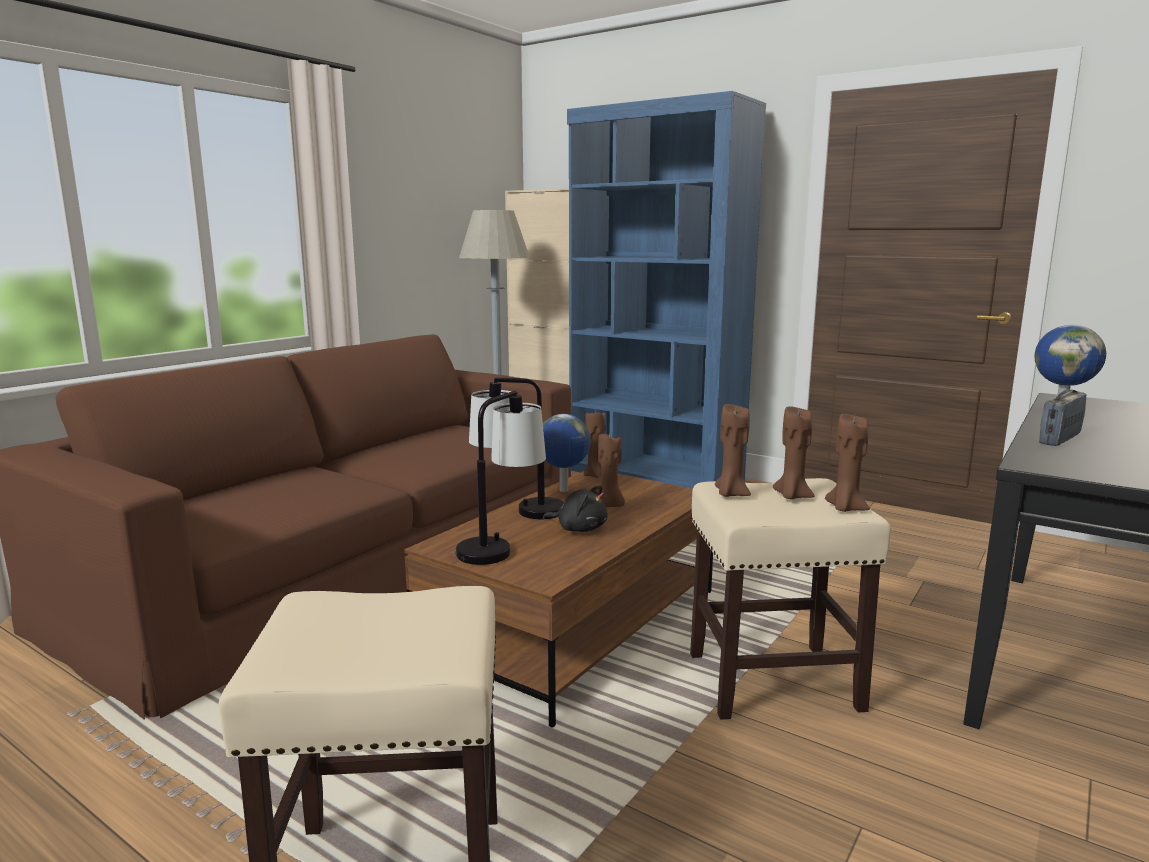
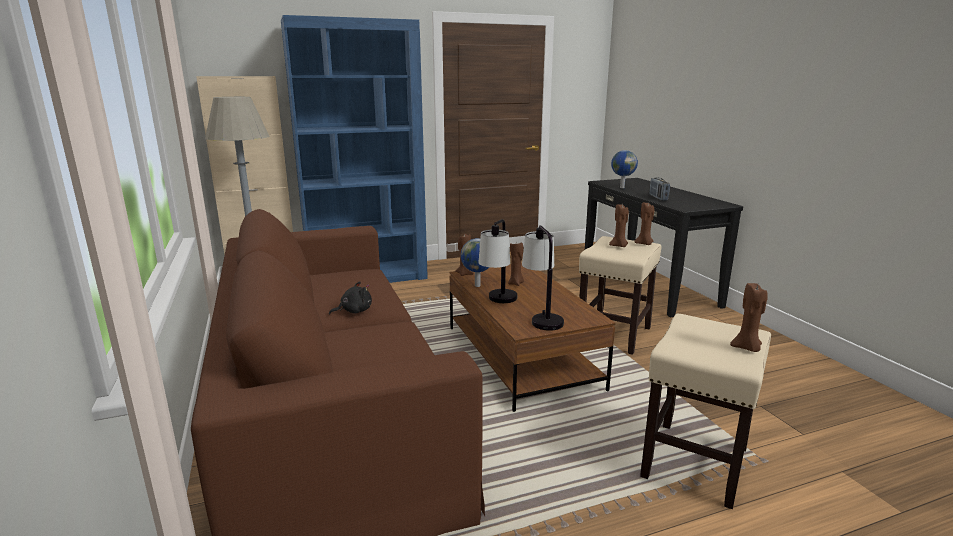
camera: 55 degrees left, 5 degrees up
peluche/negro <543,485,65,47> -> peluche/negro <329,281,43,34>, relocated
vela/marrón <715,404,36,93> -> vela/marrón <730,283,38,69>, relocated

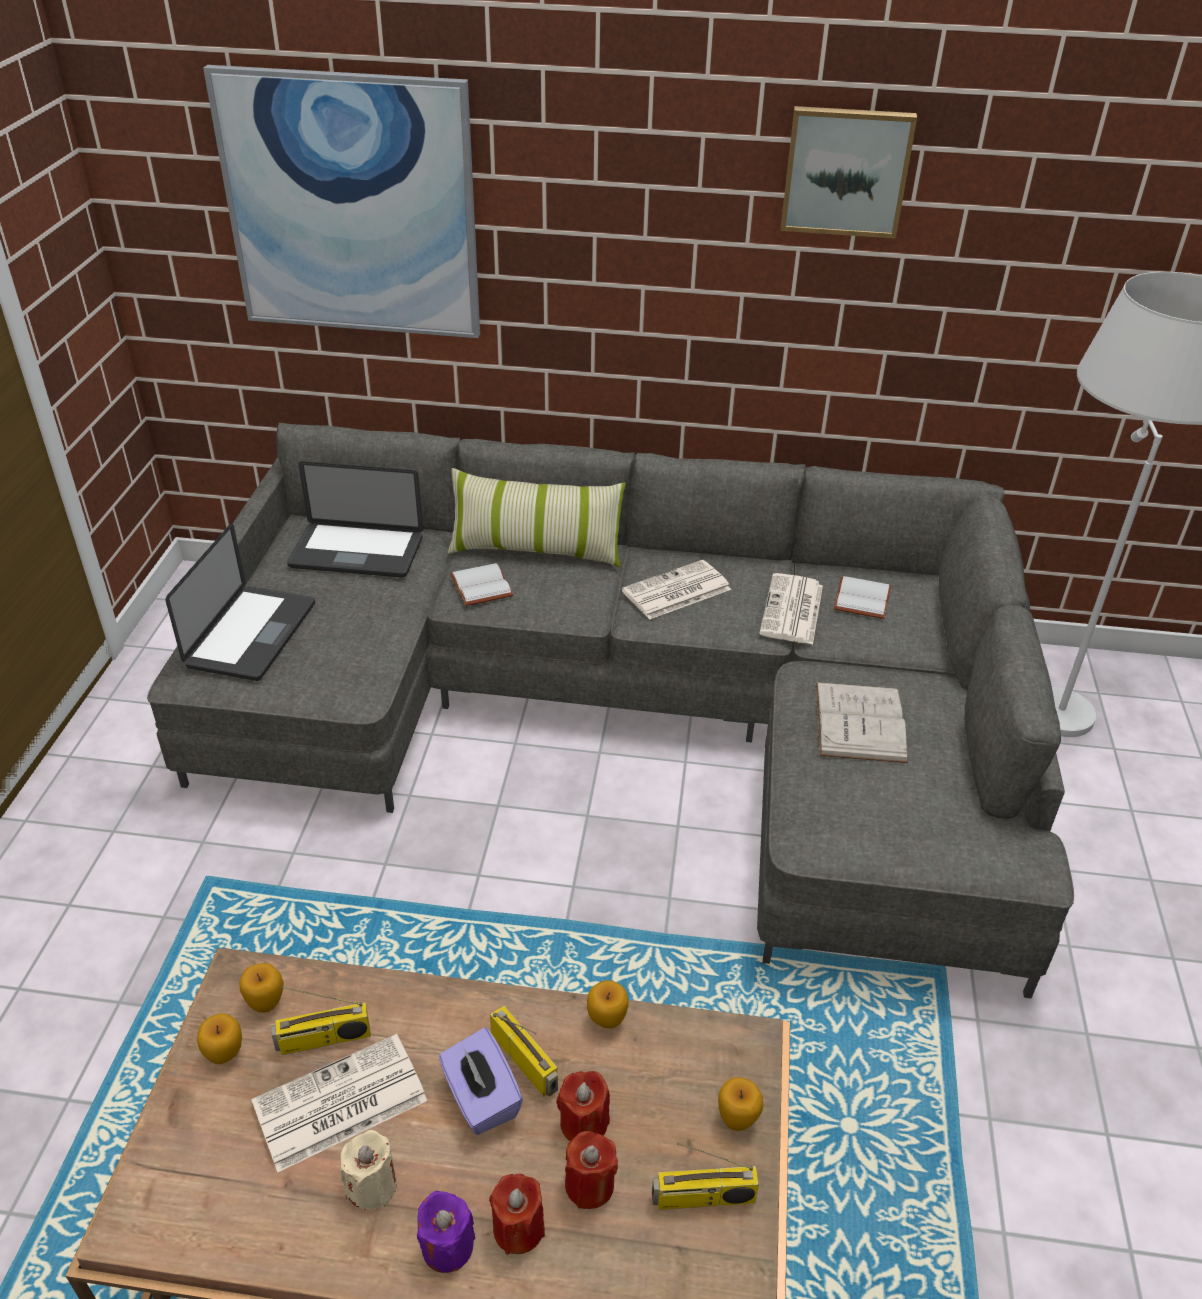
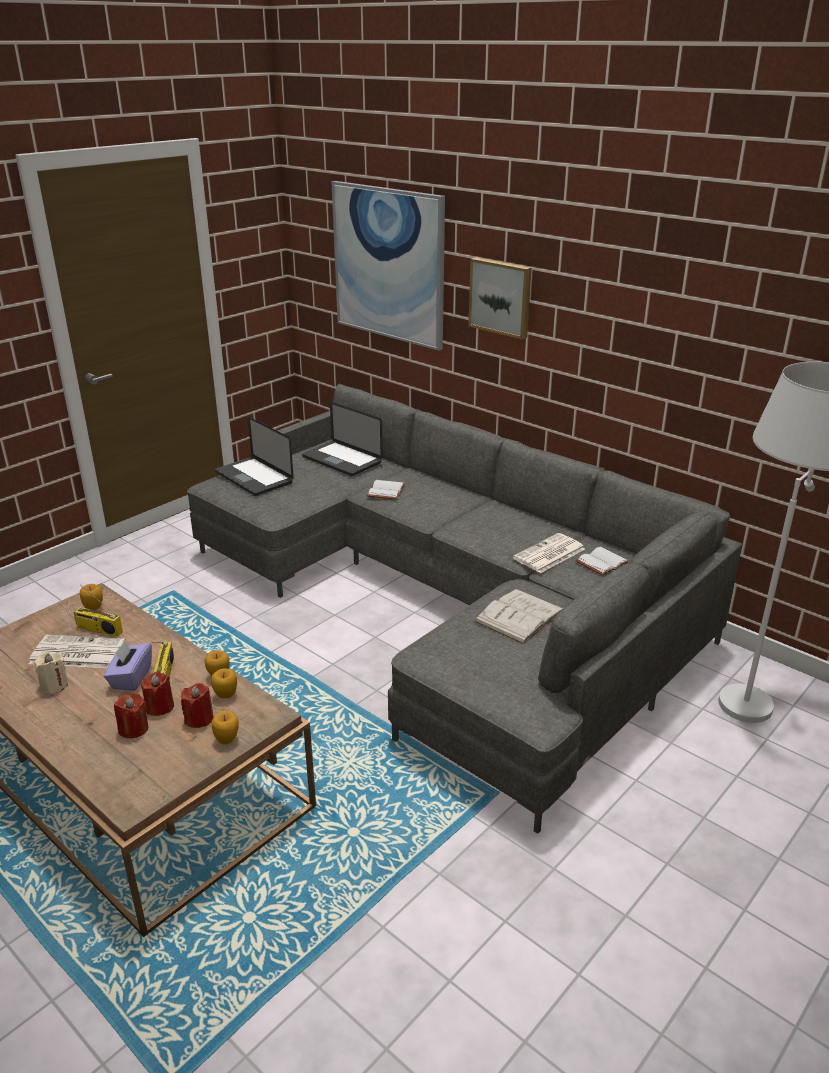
camera: 35 degrees right, 10 degrees down
vela/rojo <489,1174,56,81> -> vela/rojo <181,683,33,45>, relocated
manzana <197,1013,45,51> -> manzana <211,669,26,29>, relocated
portátil <165,523,150,158> -> portátil <215,417,79,79>, 90 degrees clockwise
cuadro <781,106,136,133> -> cuadro <468,257,64,82>, relocated
vela/morado <417,1191,58,82> -> none
cojín <448,468,178,99> -> none
periódico <622,560,109,60> -> none
radio <652,1143,107,67> -> none

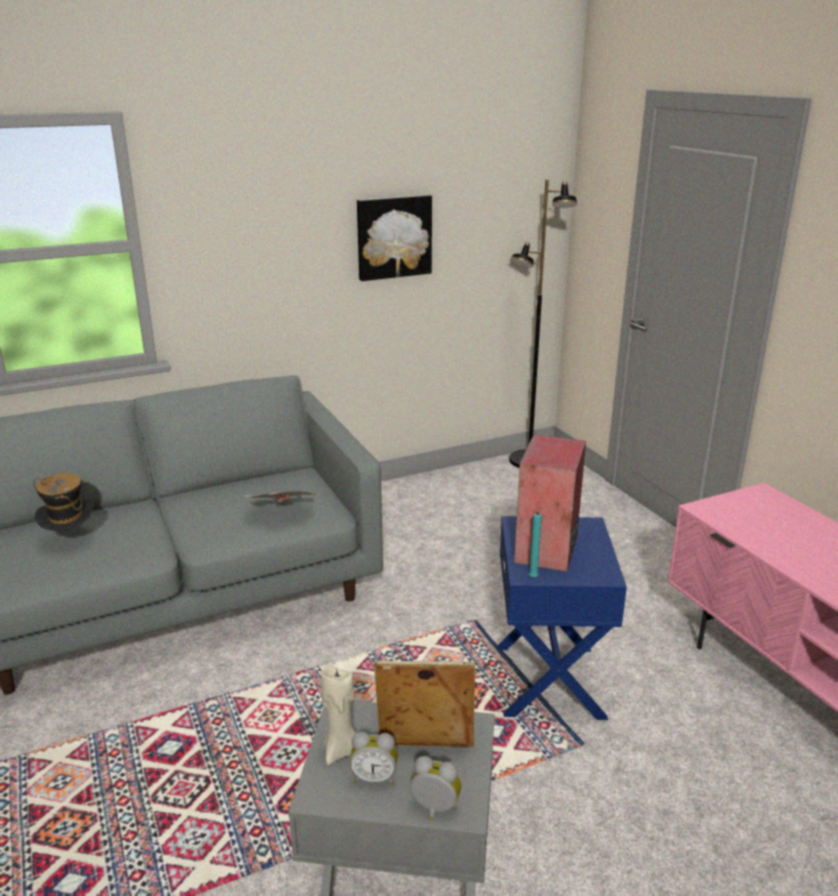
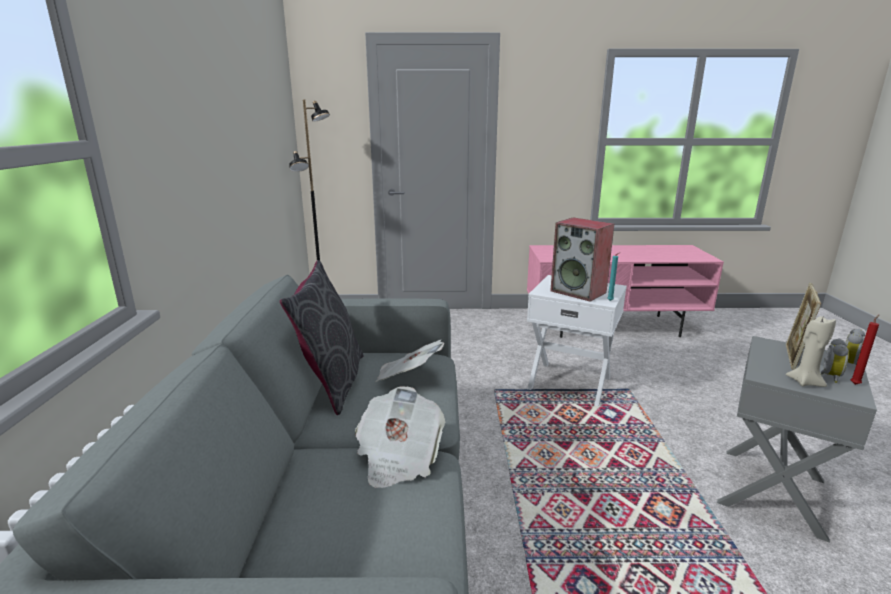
camera: 65 degrees left, 5 degrees down
none -> cojín/gris <280,260,84,155>
none -> periódico <355,386,90,102>
mesa auxiliar/azul <497,516,130,204> -> mesa auxiliar/blanco <527,275,100,131>
none -> vela/rojo <851,315,28,70>
sombrero <33,473,61,58> -> none
cuadro <357,195,75,86> -> none

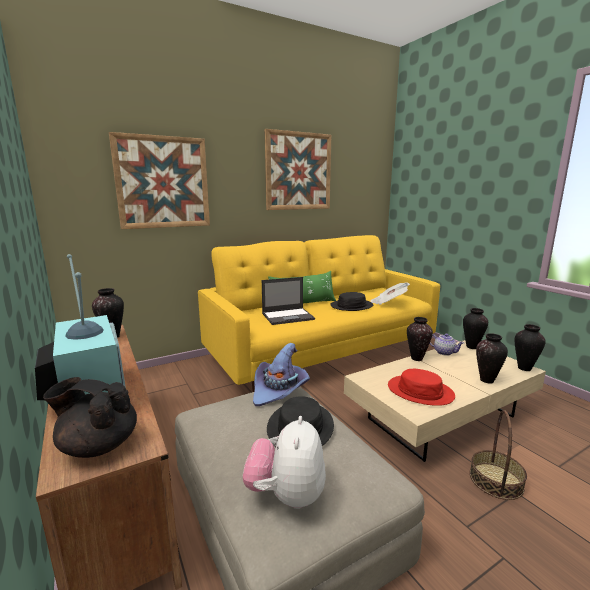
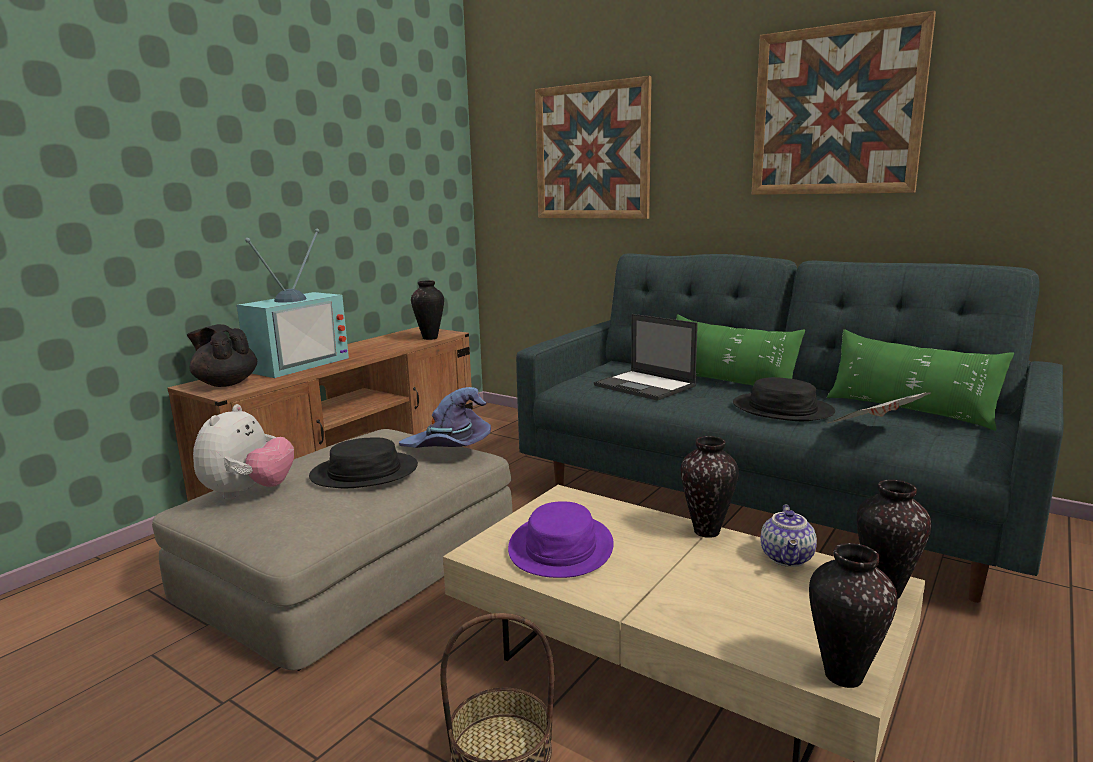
camera: 65 degrees right, 0 degrees up
tetera/negro <43,377,94,81> -> tetera/negro <186,324,71,63>, 45 degrees counterclockwise
peluche <243,416,83,93> -> peluche <193,404,101,95>, 120 degrees clockwise
sombrero/rojo <388,369,67,37> -> sombrero/morado <508,501,106,77>
sofá/amarillo <198,235,242,157> -> sofá/gris <516,253,548,350>
none -> cojín/verde <827,329,187,102>
florero <476,333,32,51> -> none

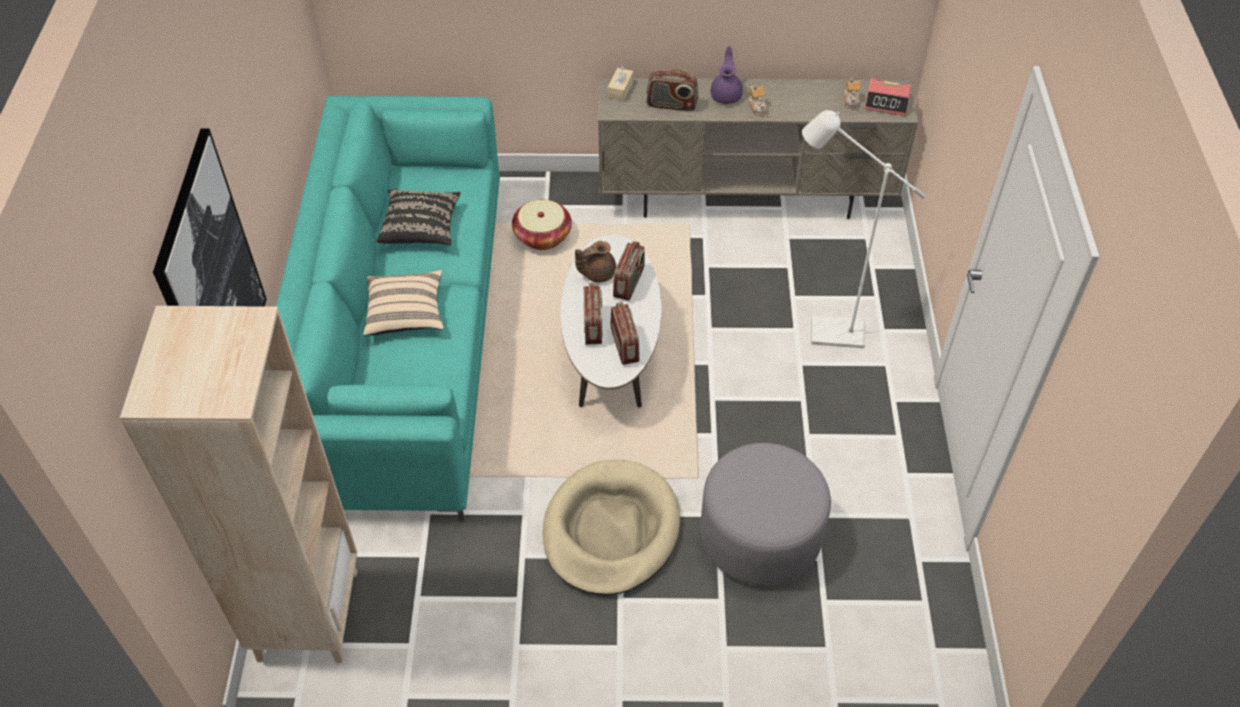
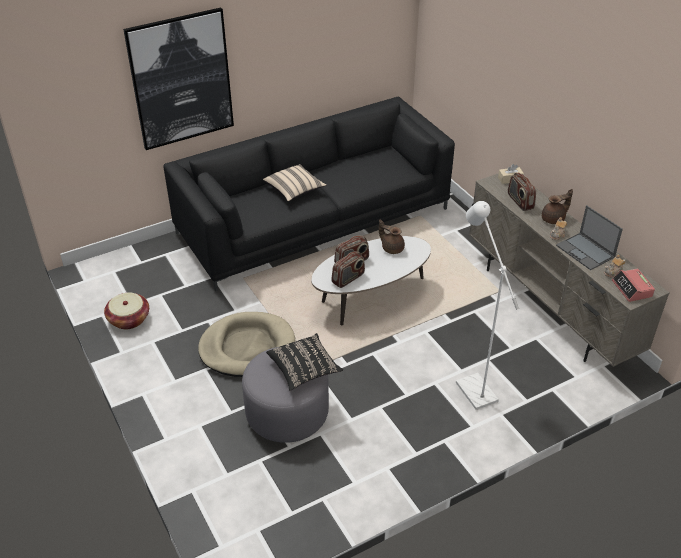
camera: 60 degrees right, 10 degrees down
cesta <512,200,60,50> -> cesta <104,292,45,37>, relocated
sofá/turquesa <276,96,224,426> -> sofá/negro <163,97,292,194>
cojín/negro <376,190,85,55> -> cojín/negro <266,333,77,58>, relocated
tetera/morado <711,46,32,58> -> tetera/marrón <542,189,31,35>
none -> portátil <556,205,67,65>
estantería/beis <120,306,237,357> -> none
radio <613,241,32,60> -> none

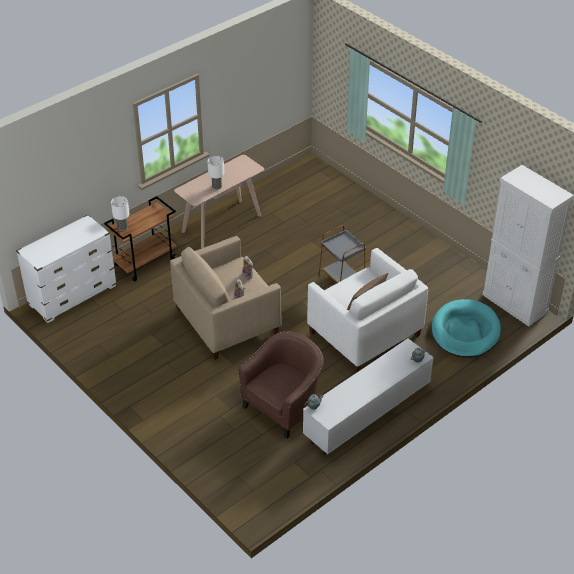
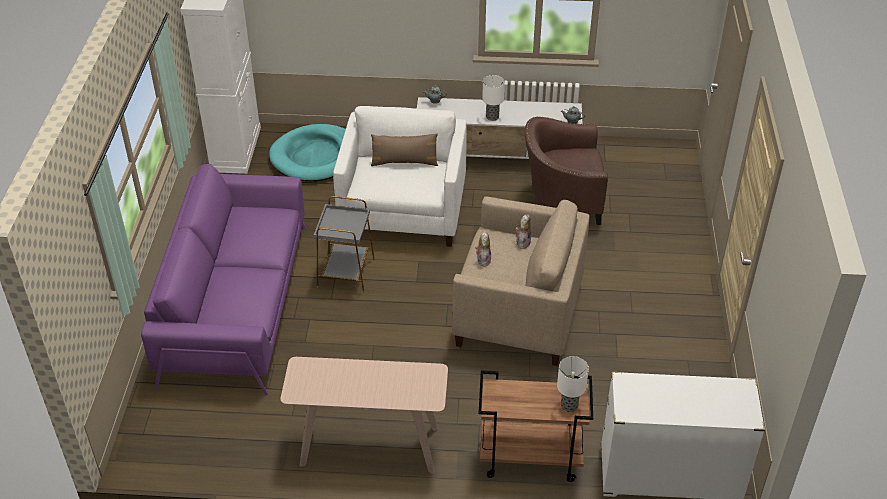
camera: 135 degrees left, 0 degrees up
none -> sofá/morado <141,164,165,231>
lámpara de mesa <208,156,16,34> -> lámpara de mesa <482,75,23,46>, relocated

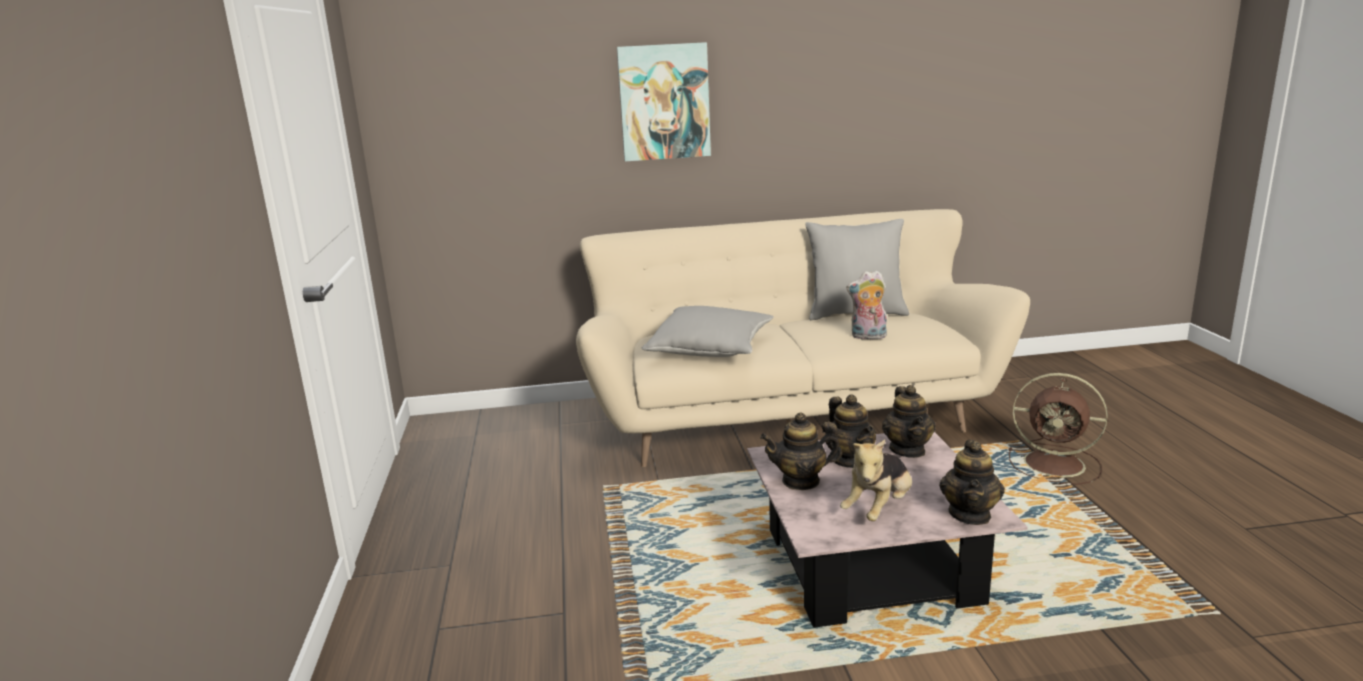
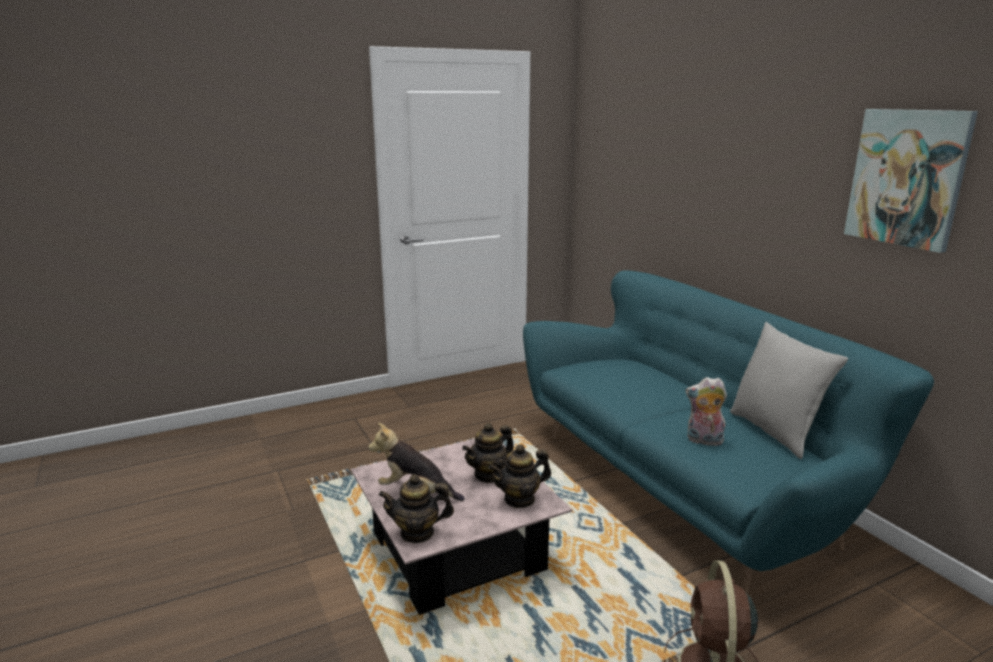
camera: 70 degrees right, 0 degrees up
sofá/beis <576,209,454,258> -> sofá/turquesa <523,270,411,324>
peluche <846,271,42,68> -> peluche <685,377,42,69>, 60 degrees counterclockwise
cuadro <617,42,94,120> -> cuadro <844,109,134,144>, relocated
cojín/gris <642,306,132,51> -> none
tetera <760,412,82,78> -> none

